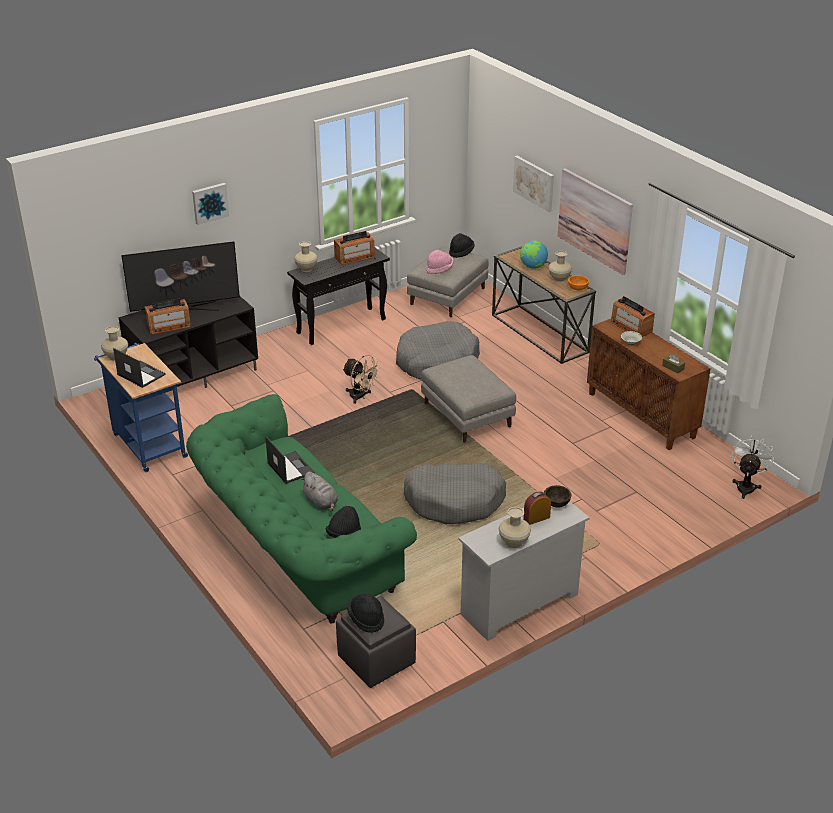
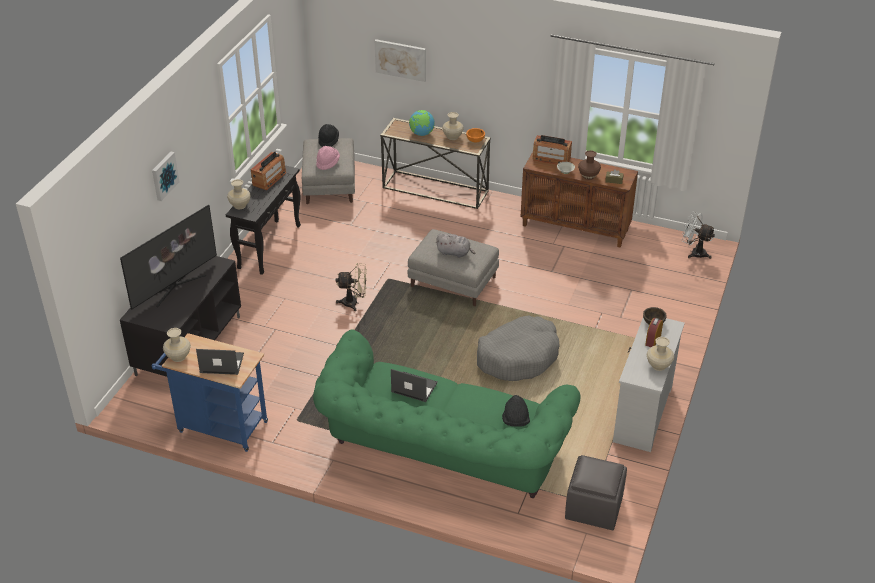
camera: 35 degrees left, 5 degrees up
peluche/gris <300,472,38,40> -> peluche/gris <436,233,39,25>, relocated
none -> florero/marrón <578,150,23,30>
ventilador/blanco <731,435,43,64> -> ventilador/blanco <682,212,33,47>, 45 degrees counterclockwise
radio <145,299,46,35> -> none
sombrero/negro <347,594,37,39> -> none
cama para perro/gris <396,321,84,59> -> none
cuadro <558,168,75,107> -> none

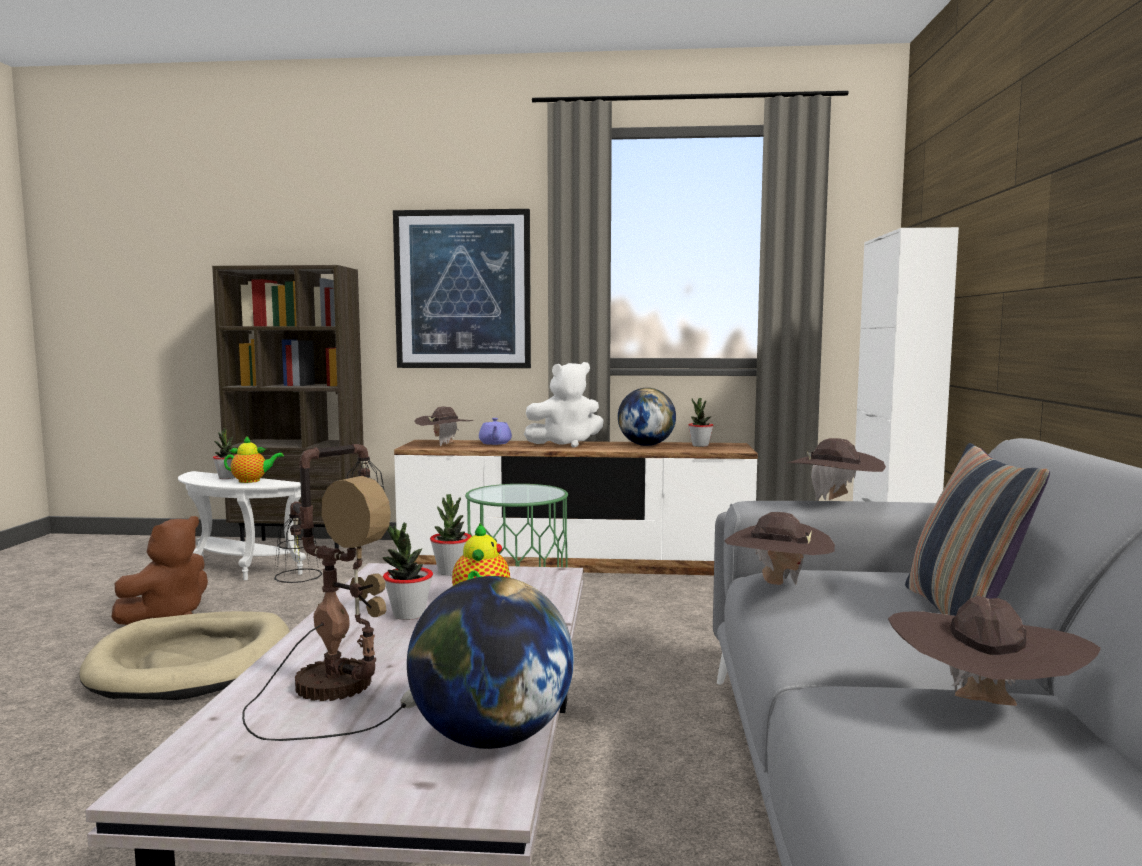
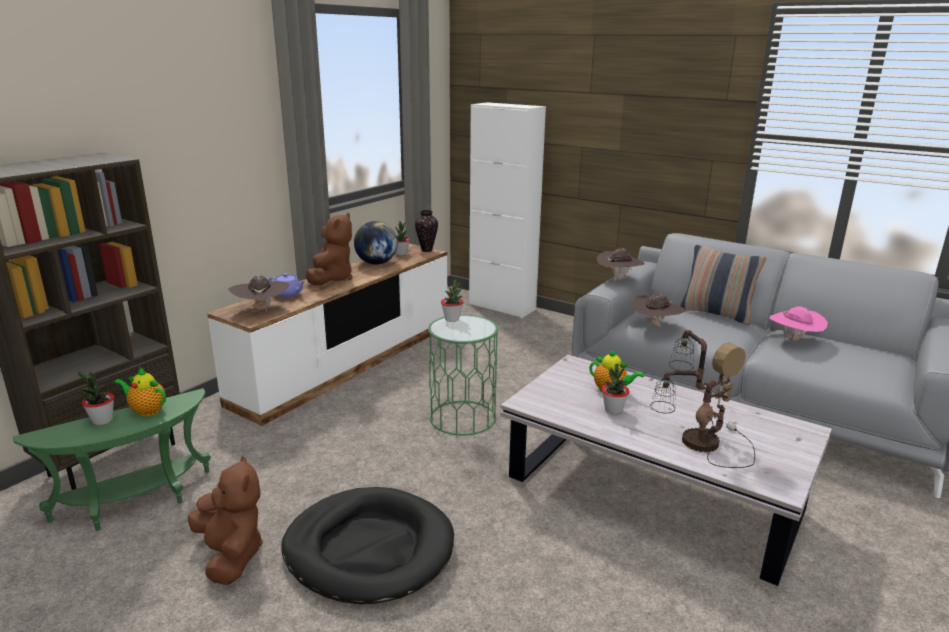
camera: 60 degrees left, 15 degrees up
mesa auxiliar/blanco <178,471,128,109> -> mesa auxiliar/verde <13,388,198,143>
tetera <224,436,60,47> -> tetera <114,367,52,49>, 90 degrees counterclockwise
cama para perro/beis <79,611,211,89> -> cama para perro/negro <281,487,173,117>
peluche/blanco <524,362,79,86> -> peluche/marrón <306,213,47,72>
none -> florero <415,210,23,42>
planta en maceta <430,494,42,82> -> planta en maceta <441,279,22,43>, relocated
sombrero/marrón <888,596,213,110> -> sombrero/rosa <769,306,59,35>
cuadro <393,209,138,159> -> none
globo terráqueo <407,576,167,173> -> none

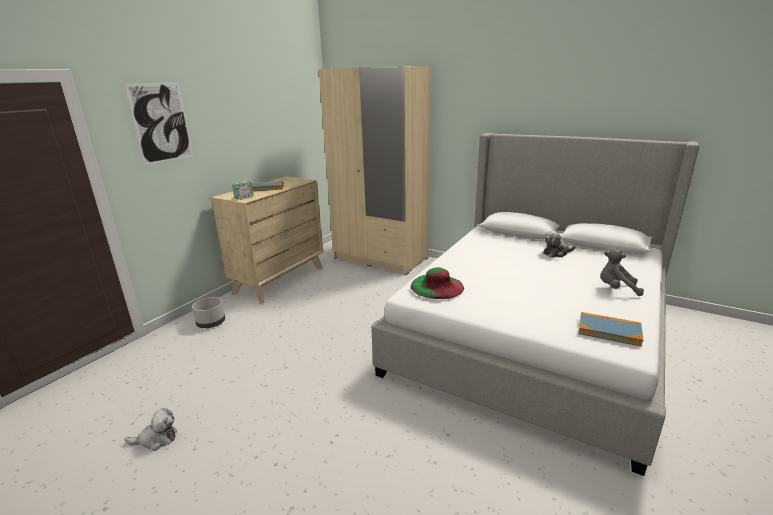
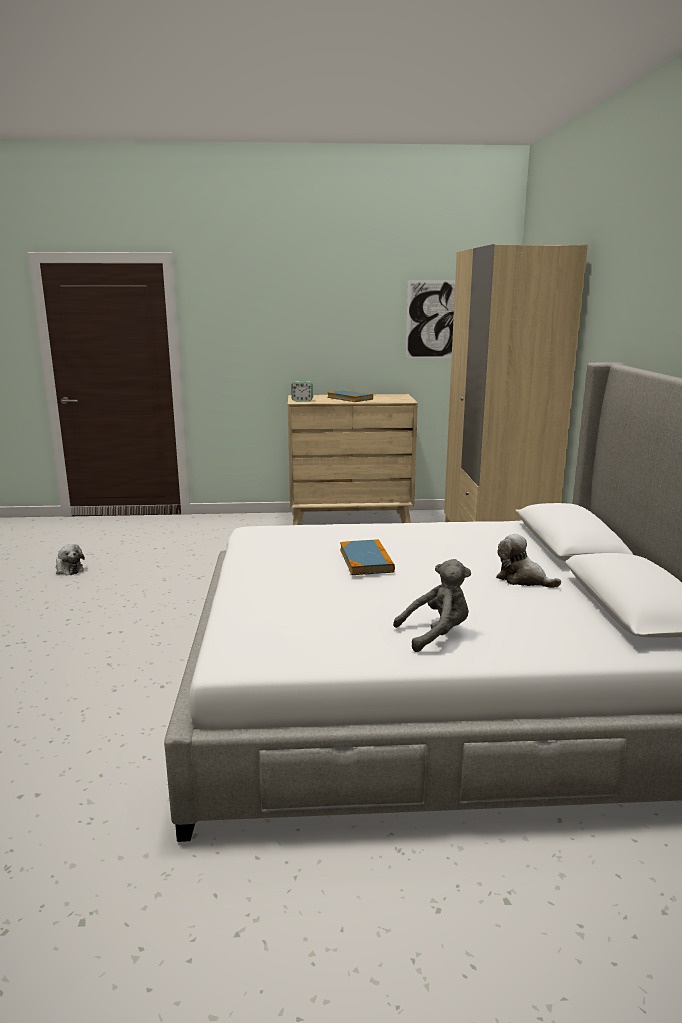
camera: 55 degrees right, 5 degrees down
libro <579,312,65,35> -> libro <340,539,55,36>, relocated
peluche/gris <600,248,44,48> -> peluche/gris <393,559,78,93>, 90 degrees clockwise
cuadro <124,82,69,83> -> cuadro <406,280,49,78>, relocated
maceta/gris <192,297,33,31> -> none
sombrero/verde <411,267,53,32> -> none

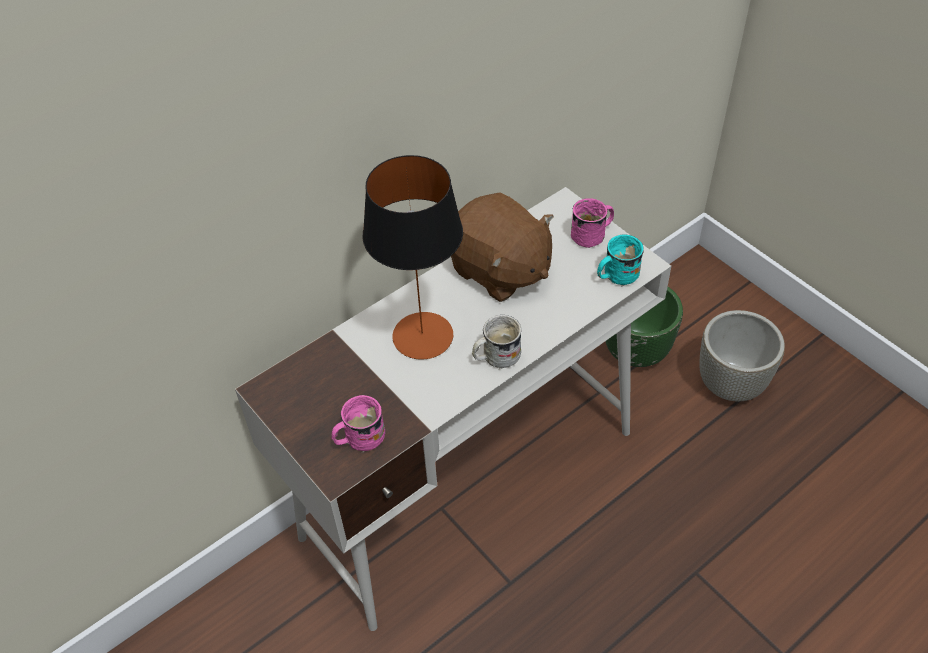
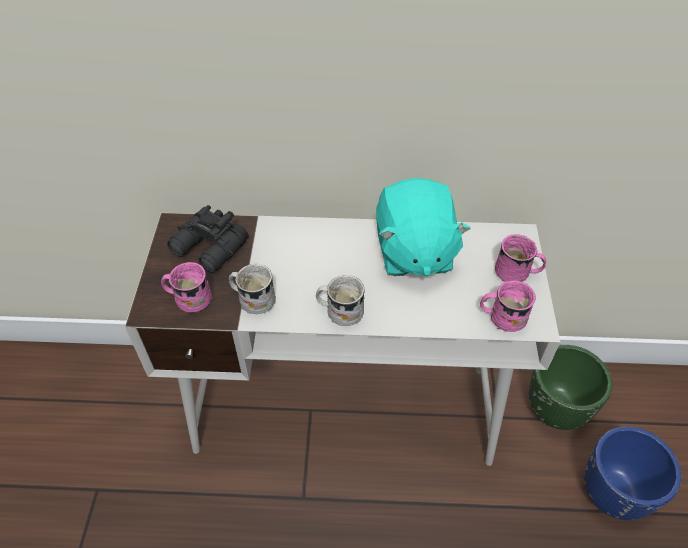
camera: 40 degrees right, 0 degrees up
none -> prismáticos/negro <167,205,82,68>
none -> taza grande/blanco <229,264,47,50>
peluche/marrón <451,192,103,110> -> peluche/turquesa <376,178,95,98>
taza grande/turquesa <597,234,47,53> -> taza grande/rosa <480,280,56,52>
maceta/gris <700,310,85,91> -> maceta/azul <584,426,97,94>
lámpara de mesa <362,155,101,205> -> none

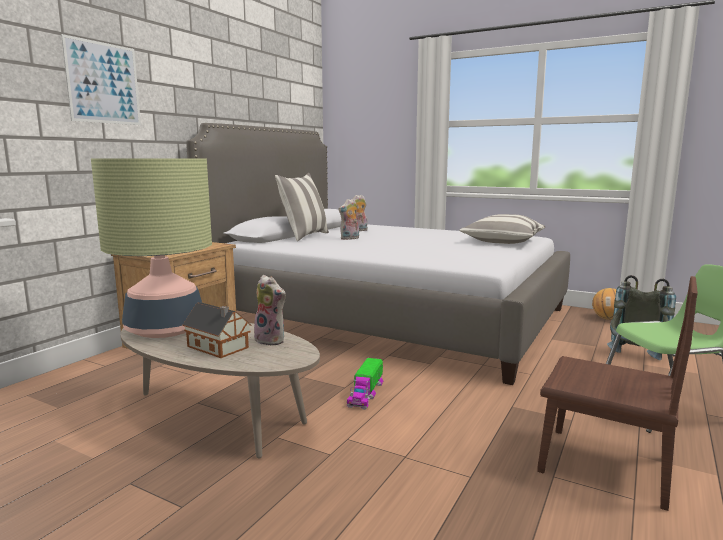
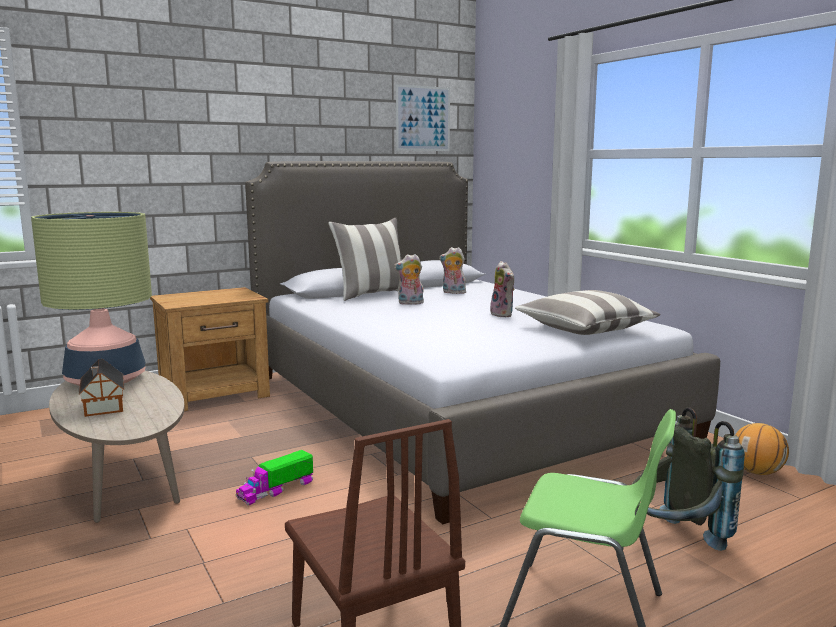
camera: 30 degrees right, 0 degrees up
cuadro <61,34,80,91> -> cuadro <396,84,54,67>, relocated
peluche <253,275,33,71> -> peluche <490,261,24,56>, relocated

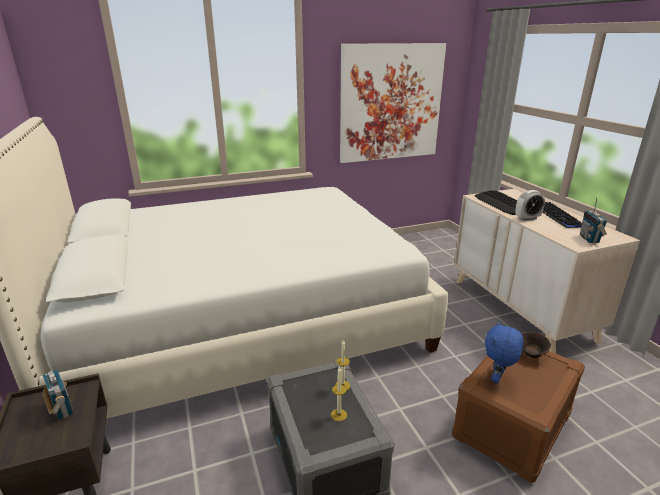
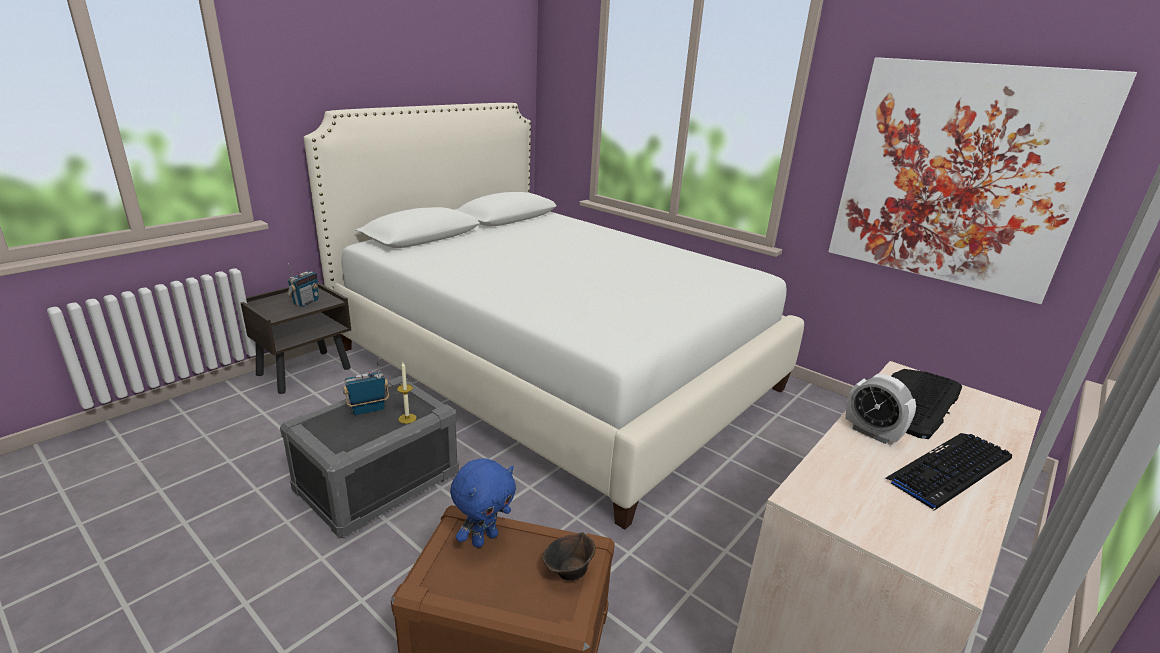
camera: 60 degrees right, 0 degrees up
radio <580,198,27,45> -> radio <343,358,46,57>, relocated
peluche/azul <485,321,38,63> -> peluche/azul <450,458,66,90>, 135 degrees clockwise
vela <331,366,16,55> -> none

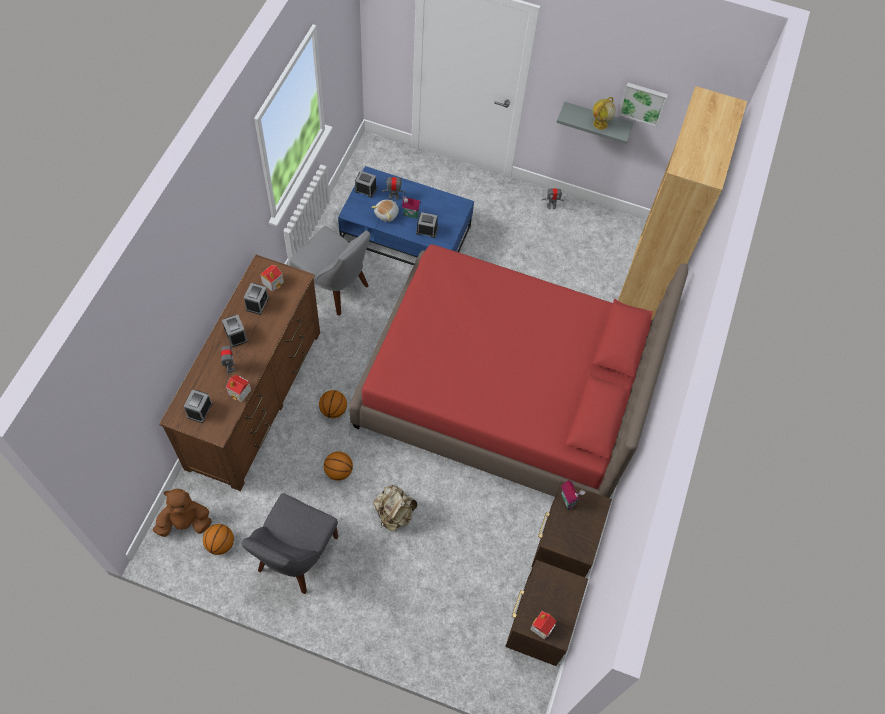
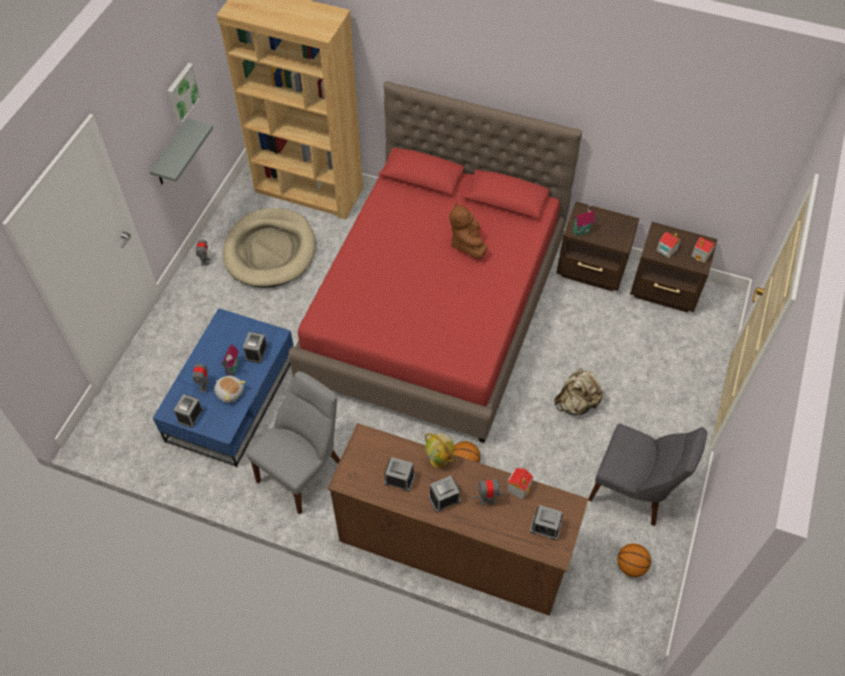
camera: 85 degrees left, 5 degrees down
none -> cama para perro/beis <223,208,92,80>
globo terráqueo <593,97,23,33> -> globo terráqueo <425,433,30,35>, relocated
peluche/marrón <153,489,59,48> -> peluche/marrón <449,202,38,57>, relocated
casita <260,265,24,27> -> casita <656,232,25,26>, relocated
balón de baloncesto <324,451,29,30> -> none

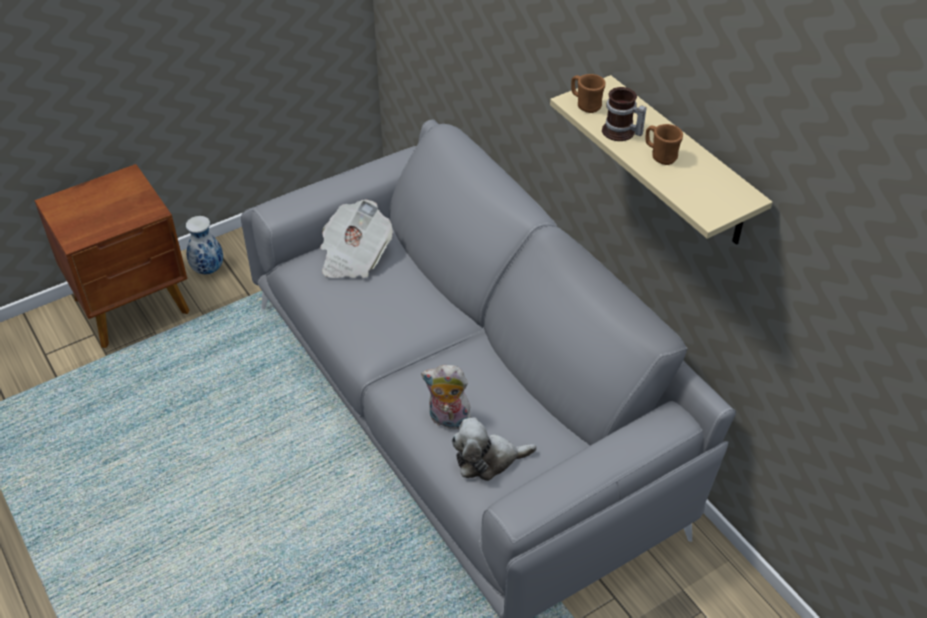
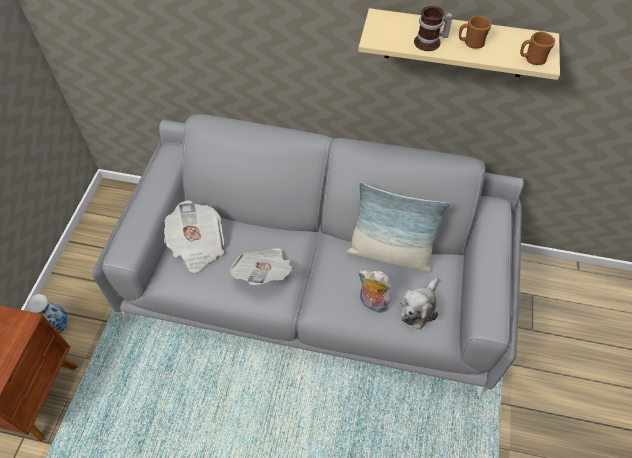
camera: 45 degrees left, 10 degrees up
none -> periódico <229,248,64,37>
none -> cojín <346,182,103,90>
peluche <421,365,53,65> -> peluche <358,269,33,44>, 60 degrees clockwise
taza grande/marrón <571,74,35,39> -> taza grande/marrón <520,32,35,33>, relocated

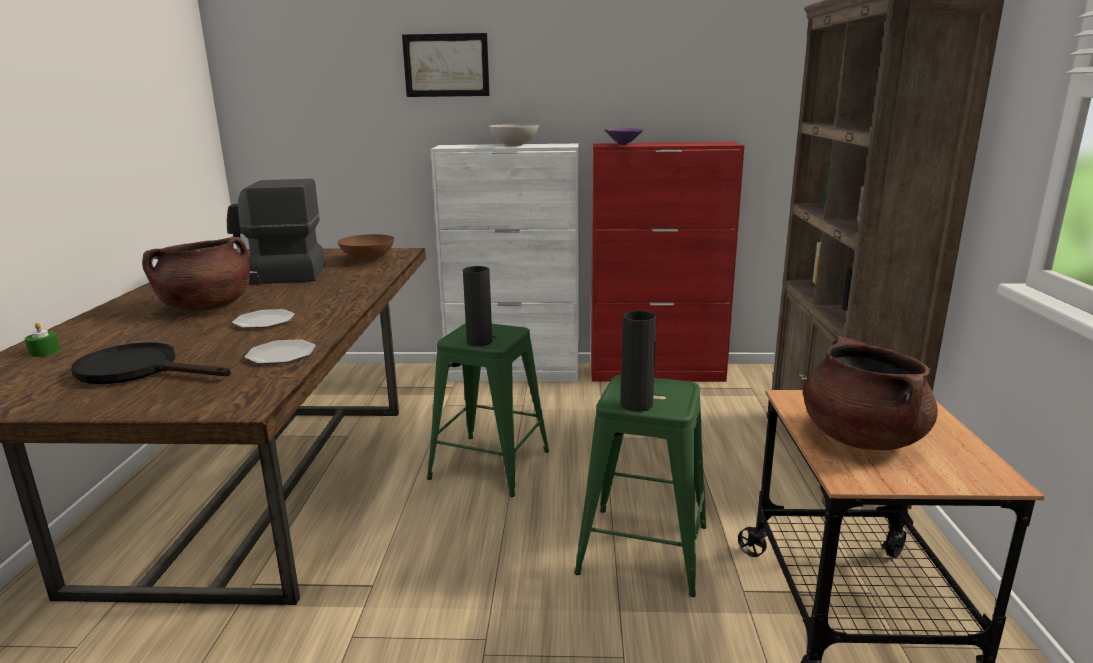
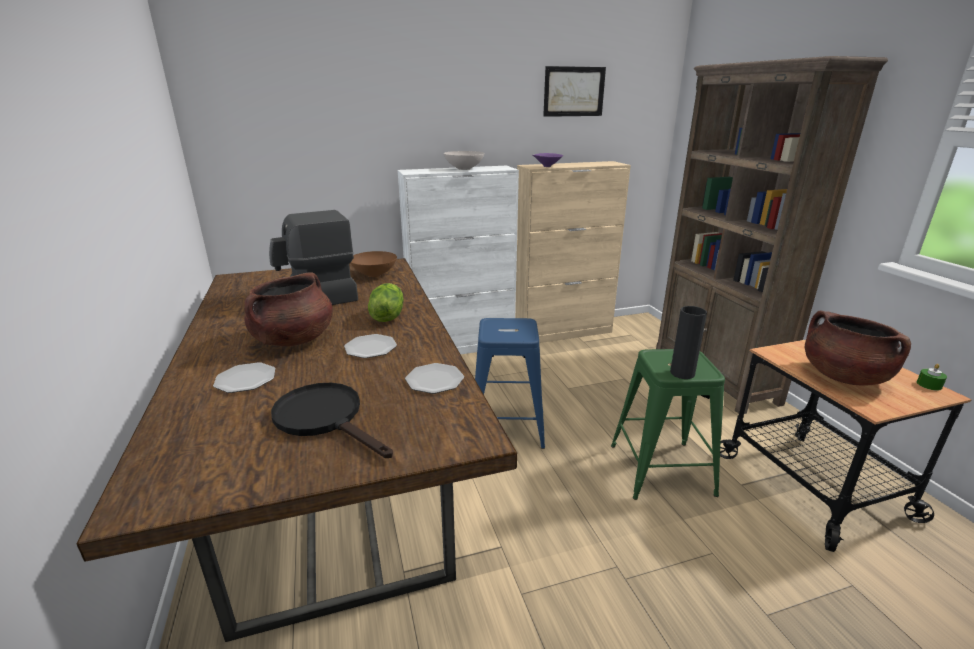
camera: 20 degrees left, 5 degrees up
none -> plato <213,362,63,31>
sartén/negro <71,342,160,42> -> sartén/negro <271,383,122,75>, 45 degrees clockwise
none -> lechuga <368,283,36,39>
taburete/verde <427,323,122,174> -> taburete/azul <475,318,70,131>
armario/rojo <591,142,154,240> -> armario/beis <515,161,116,182>
cuadro <402,33,87,64> -> cuadro <543,66,63,51>, relocated
vela/verde <25,323,35,34> -> vela/verde <917,364,30,27>, relocated
florero/negro <463,266,29,80> -> none

